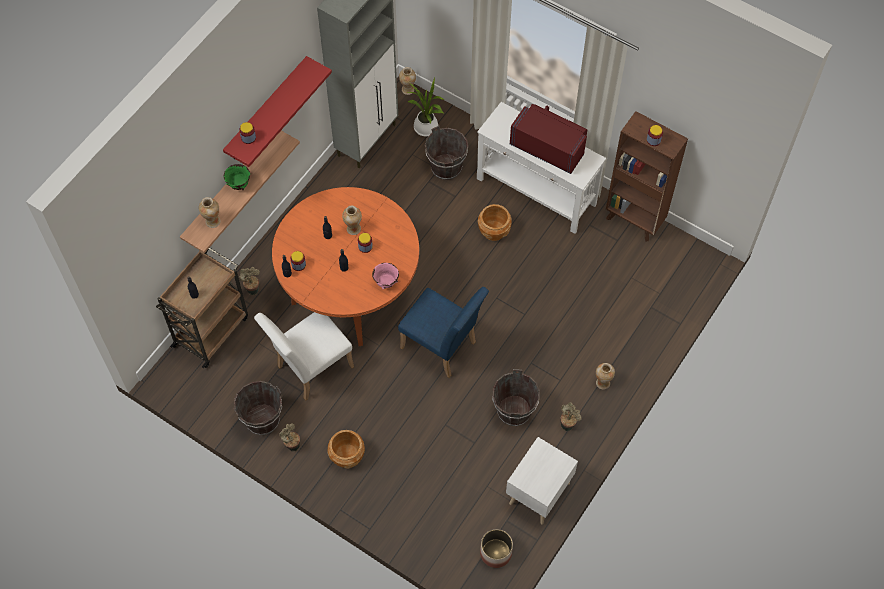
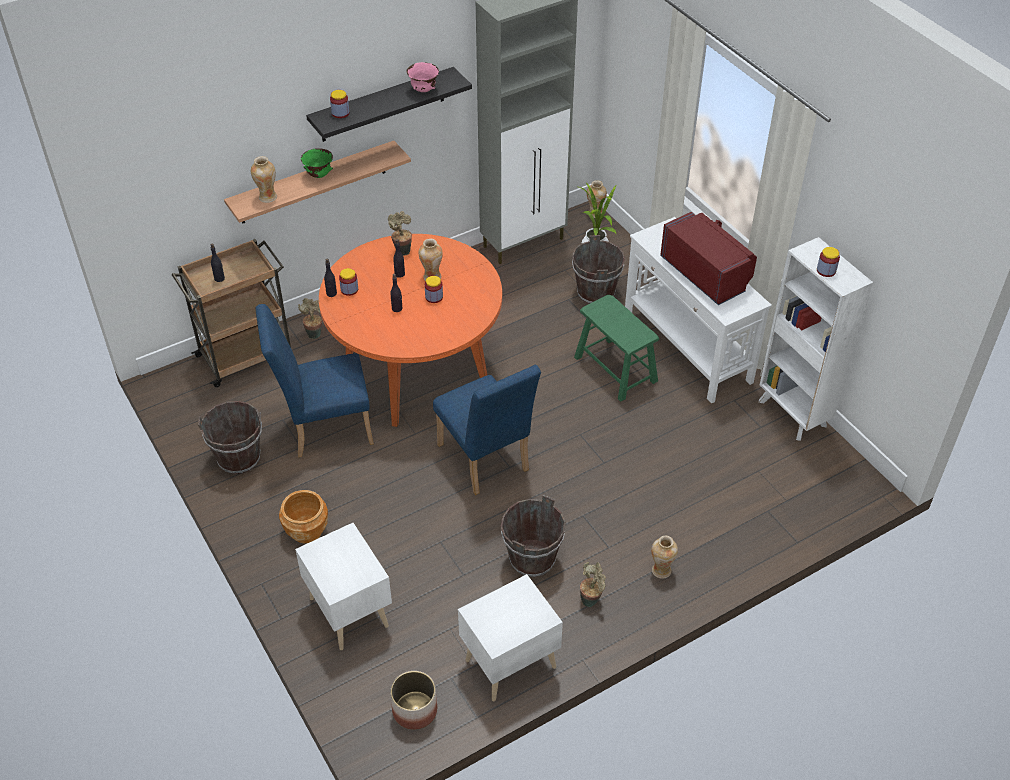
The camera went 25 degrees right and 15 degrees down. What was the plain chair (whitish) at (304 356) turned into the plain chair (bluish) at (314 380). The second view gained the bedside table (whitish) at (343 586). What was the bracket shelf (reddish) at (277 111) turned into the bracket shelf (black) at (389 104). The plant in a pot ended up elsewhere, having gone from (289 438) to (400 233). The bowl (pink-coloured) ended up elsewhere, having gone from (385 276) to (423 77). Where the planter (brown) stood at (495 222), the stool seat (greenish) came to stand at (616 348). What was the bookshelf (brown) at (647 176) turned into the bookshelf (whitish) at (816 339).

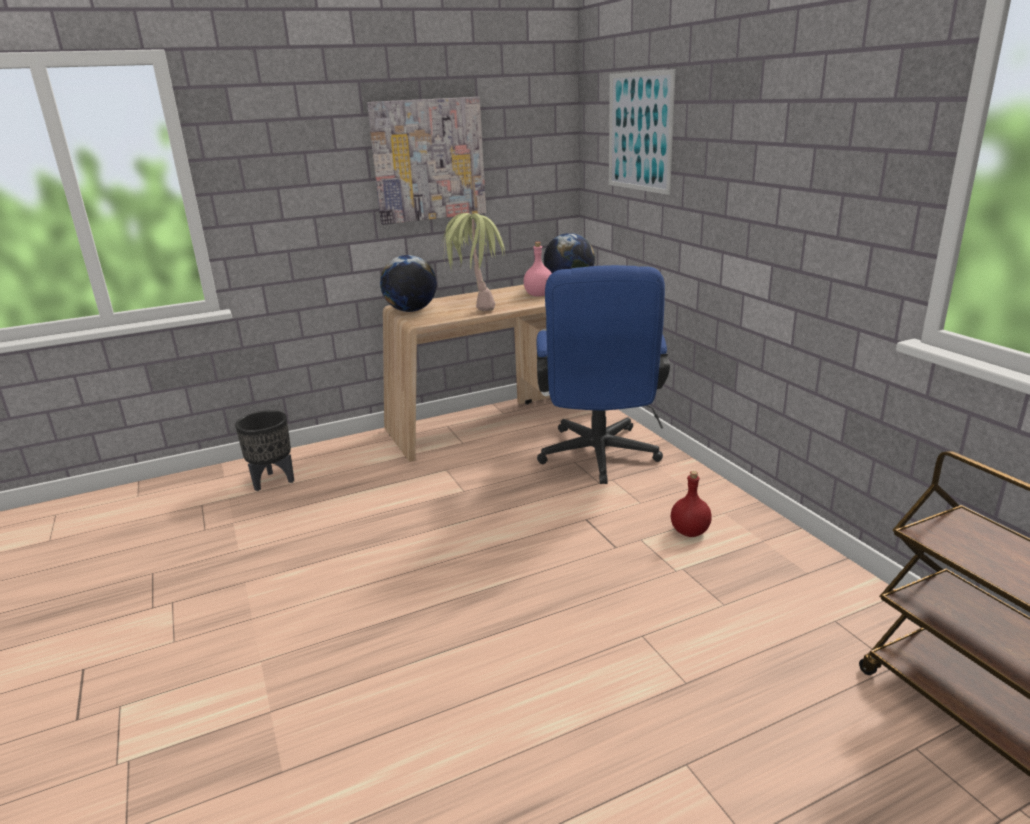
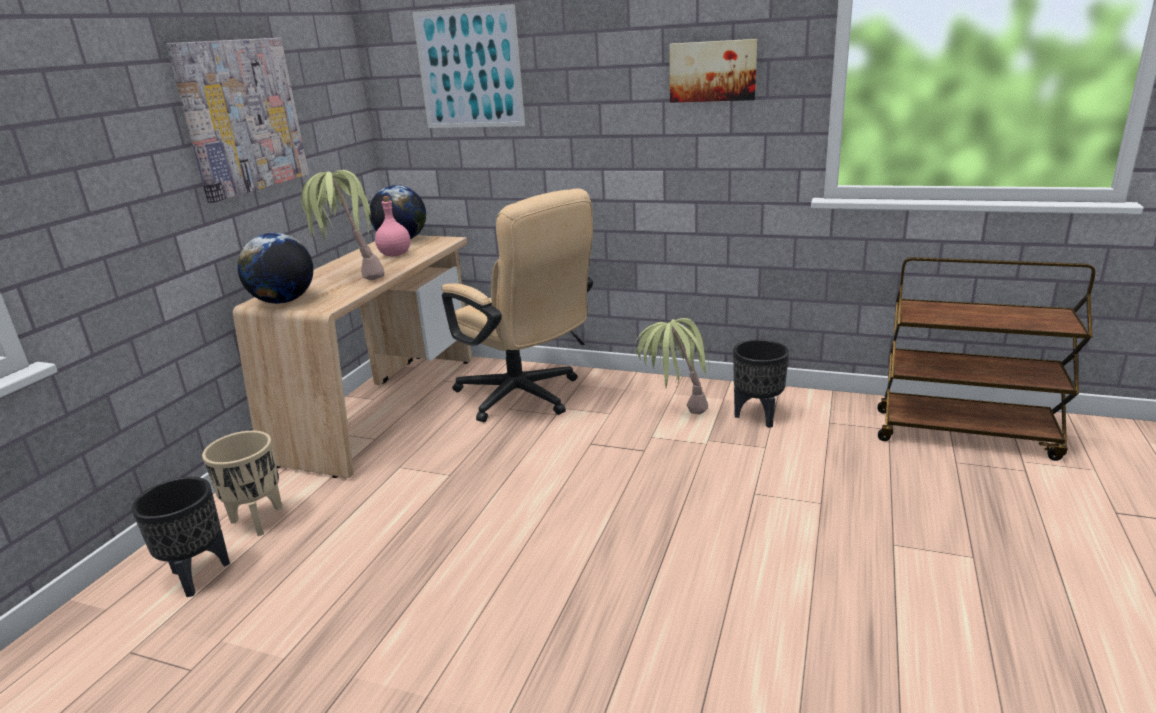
The camera went 45 degrees left and 0 degrees up. The second view gained the planter (sand-coloured) at (242 483). What was the computer chair (bluish) at (603 374) turned into the computer chair (sand-coloured) at (517 305). Where the drink bottle (reddish) stood at (691 504), the plant in a pot came to stand at (672 366). The second view gained the picture at (713 71). The second view gained the planter (black) at (761 383).

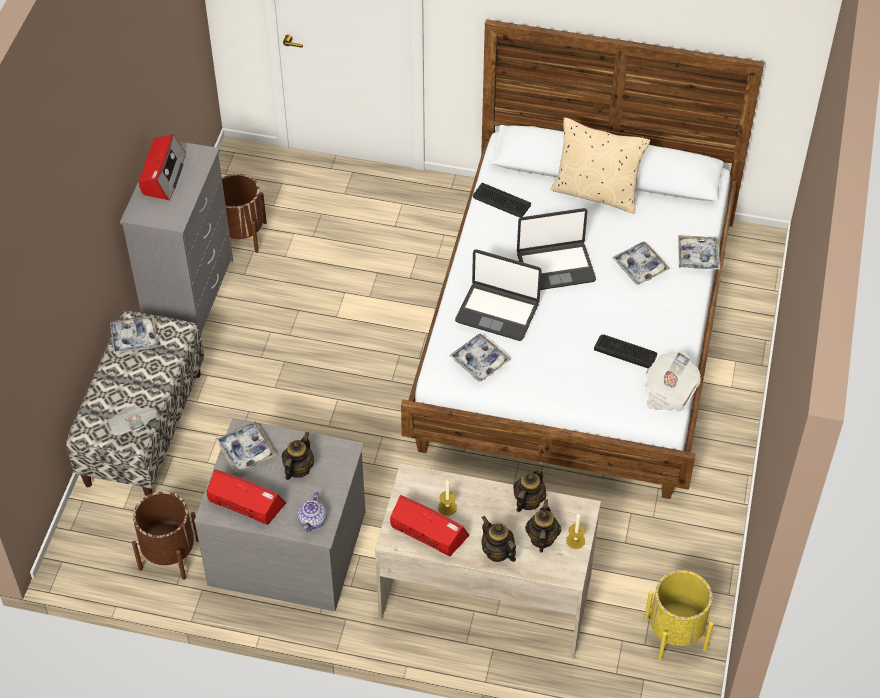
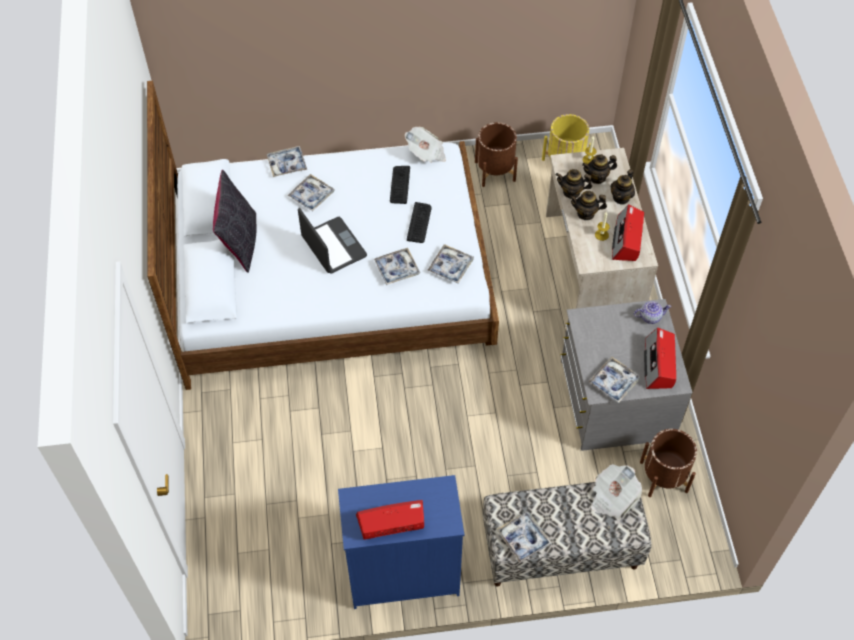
The camera went 110 degrees left and 5 degrees up. What was the cushion (sand-coloured) at (600 165) turned into the cushion (black) at (235 221). What was the chest of drawers (gray) at (176 240) turned into the chest of drawers (bluish) at (401 542). Where the laptop stood at (498 295), the tray came to stand at (397 266). The keyboard ended up elsewhere, having gone from (502 200) to (419 222). The planter (brown) ended up elsewhere, having gone from (244 213) to (496 154). The teapot ended up elsewhere, having gone from (298 456) to (588 205).

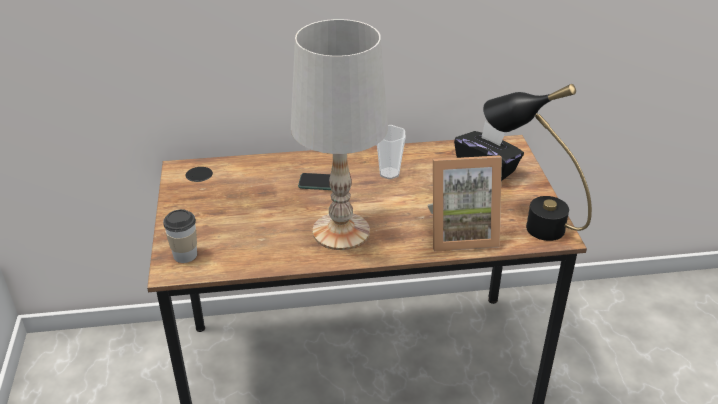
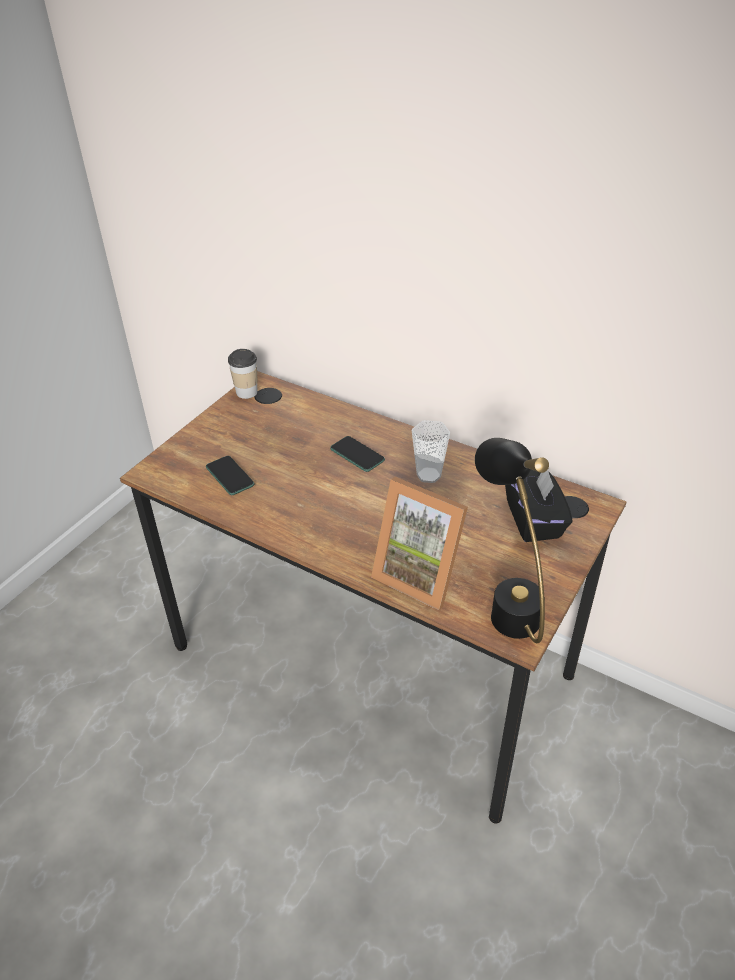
The camera went 40 degrees right and 5 degrees up. The second view gained the telephone at (230 475). The small cup ended up elsewhere, having gone from (180 236) to (243 374). The second view lost the lamp for a table (whitish) at (339 134).

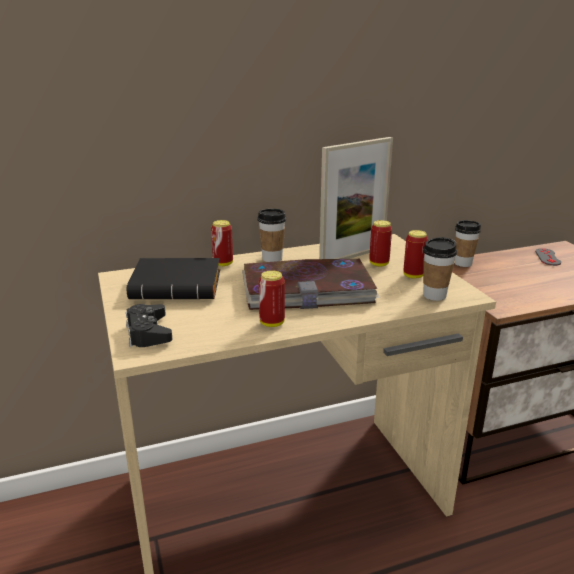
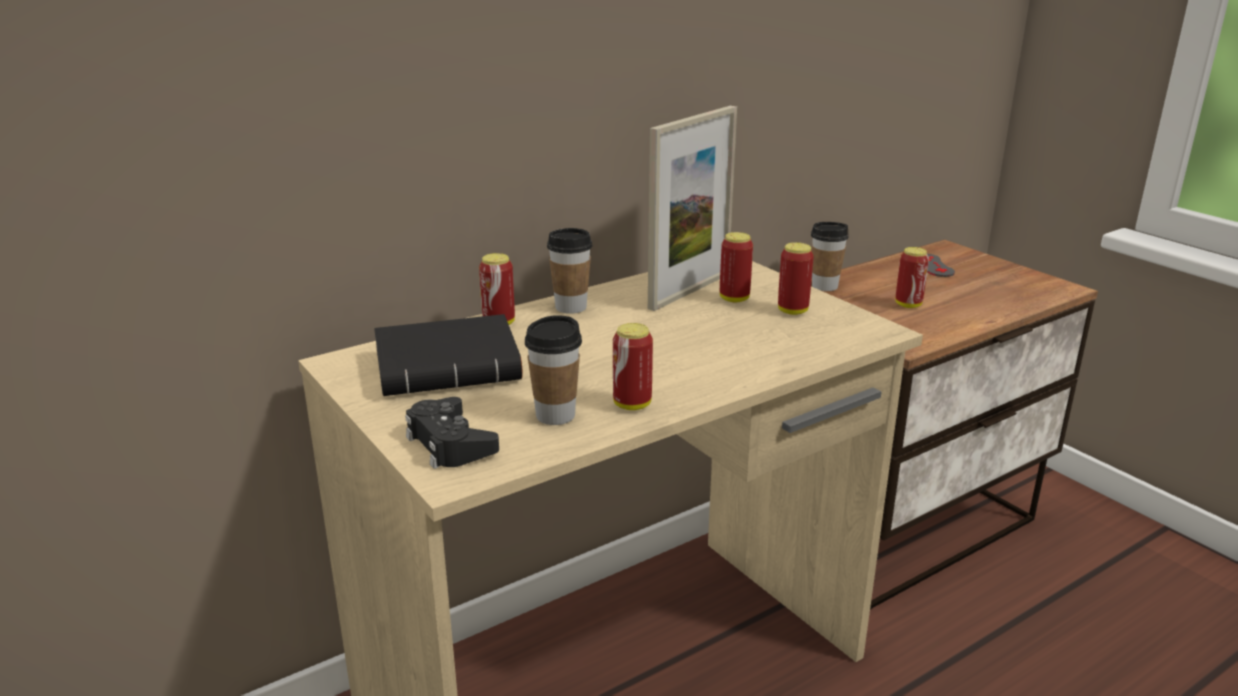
The camera went 15 degrees left and 0 degrees up. The small cup ended up elsewhere, having gone from (440 269) to (553 370). The second view gained the metal can at (912 277). The second view lost the volume at (311 284).

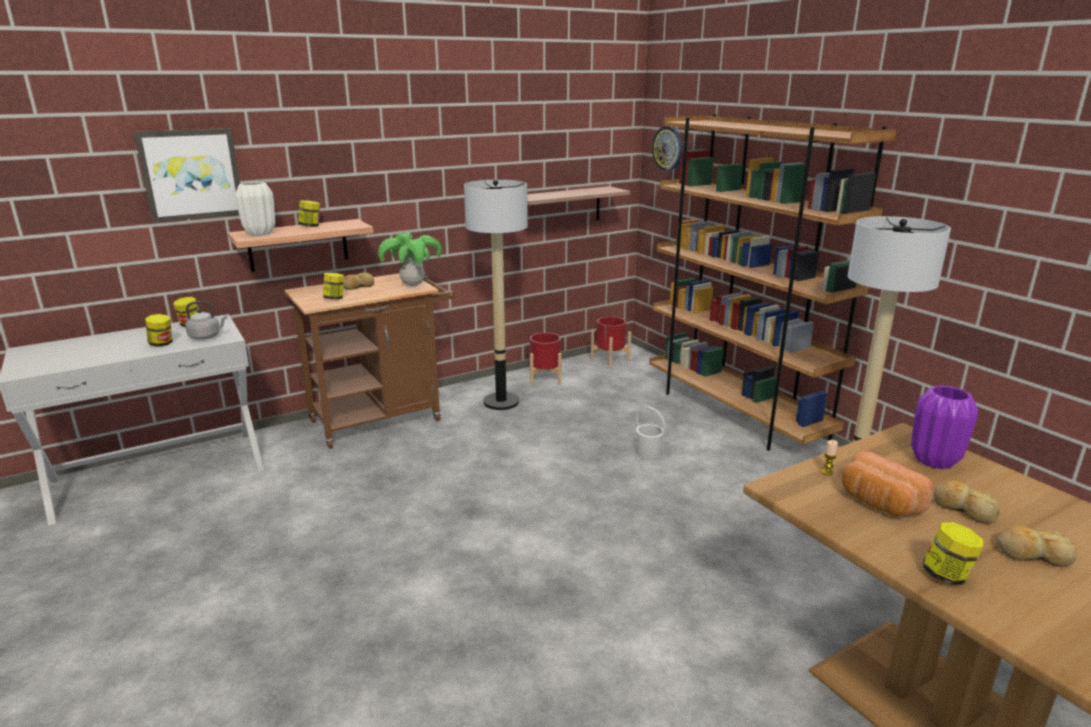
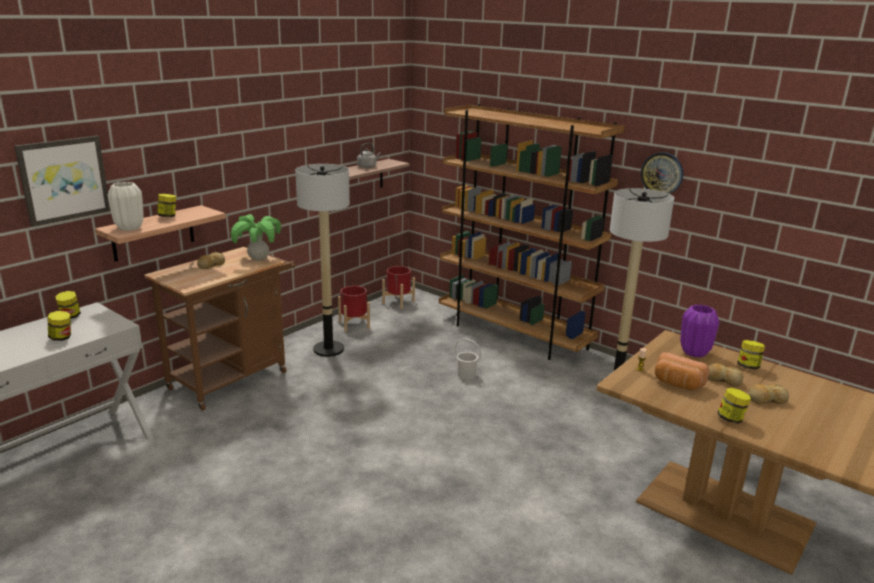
The camera went 20 degrees left and 0 degrees up. The water kettle (gray) ended up elsewhere, having gone from (206 320) to (369 155). The wall clock ended up elsewhere, having gone from (667 148) to (662 173). The storage jar ended up elsewhere, having gone from (333 286) to (751 354).

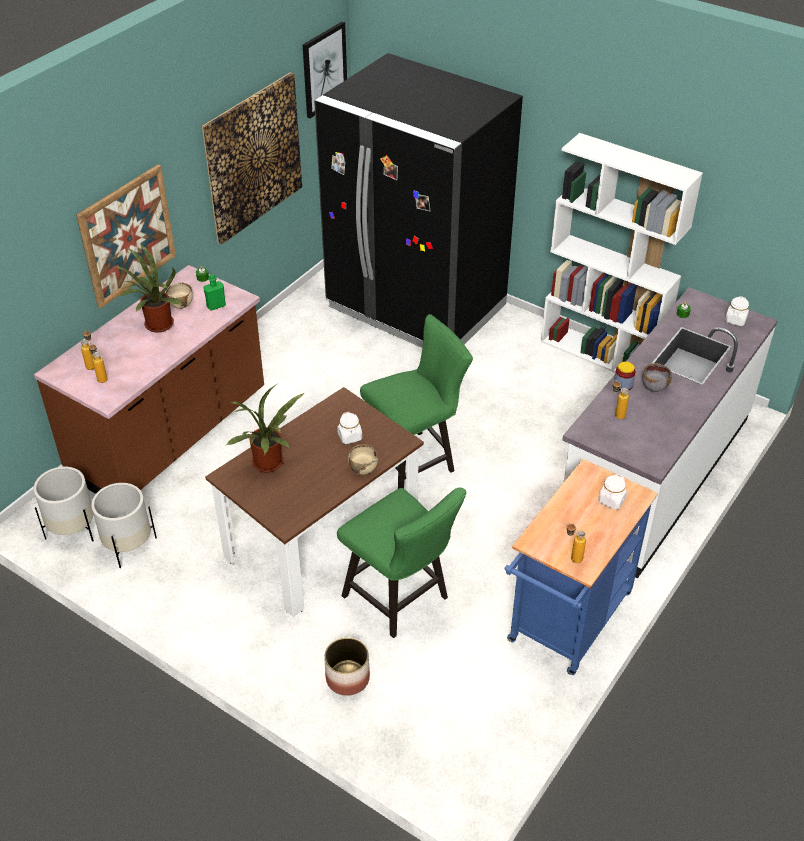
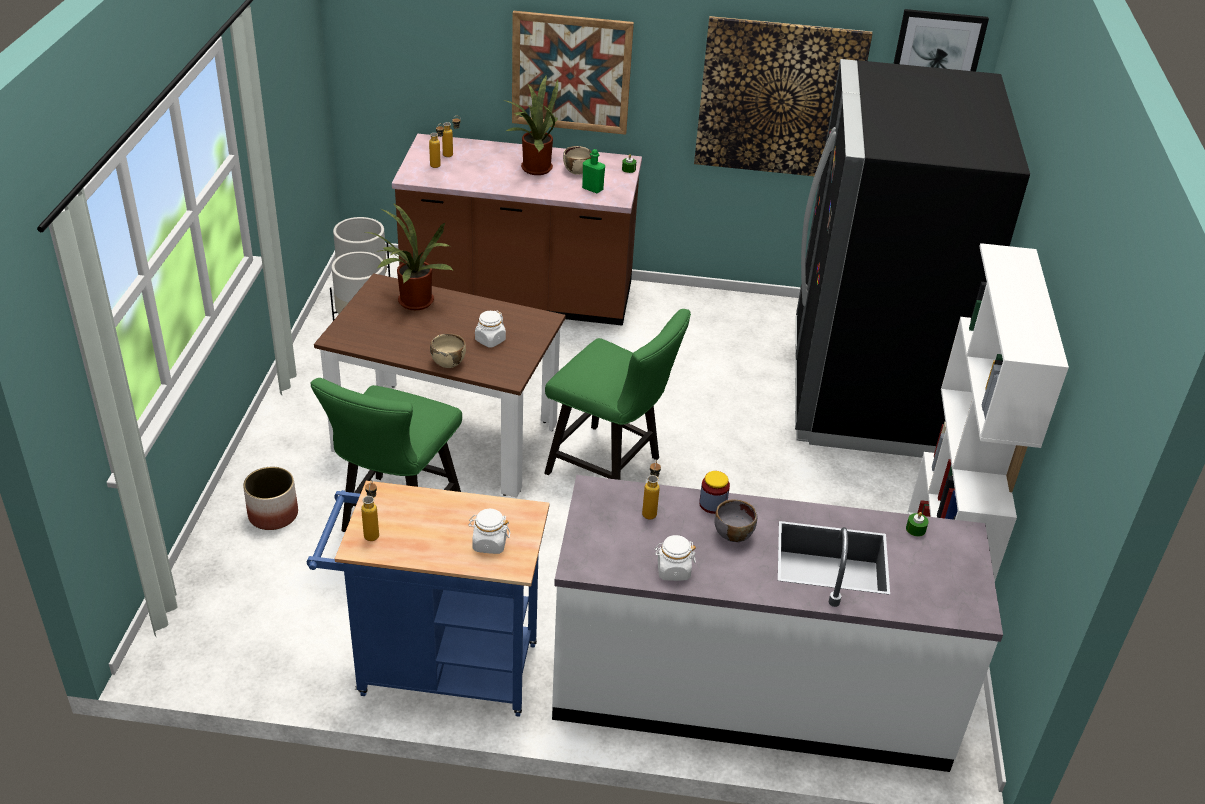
The camera went 60 degrees right and 5 degrees down. The storage jar (whitish) ended up elsewhere, having gone from (737 311) to (675 558).

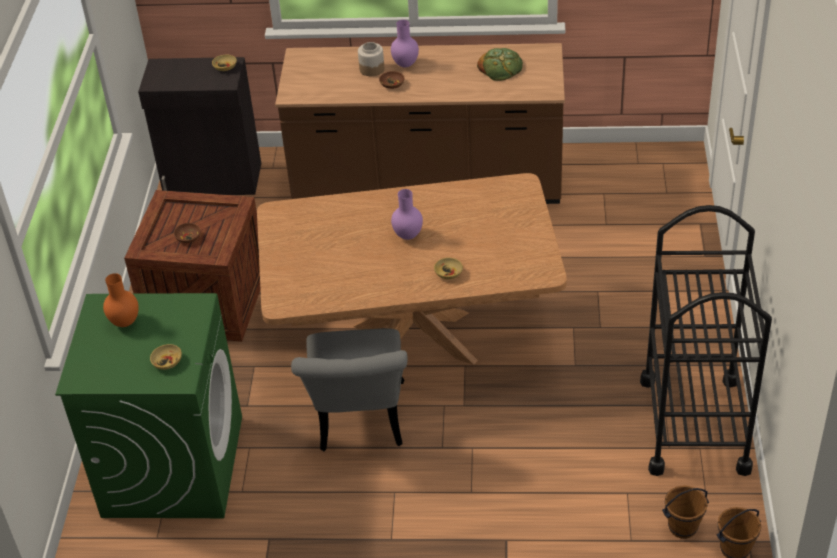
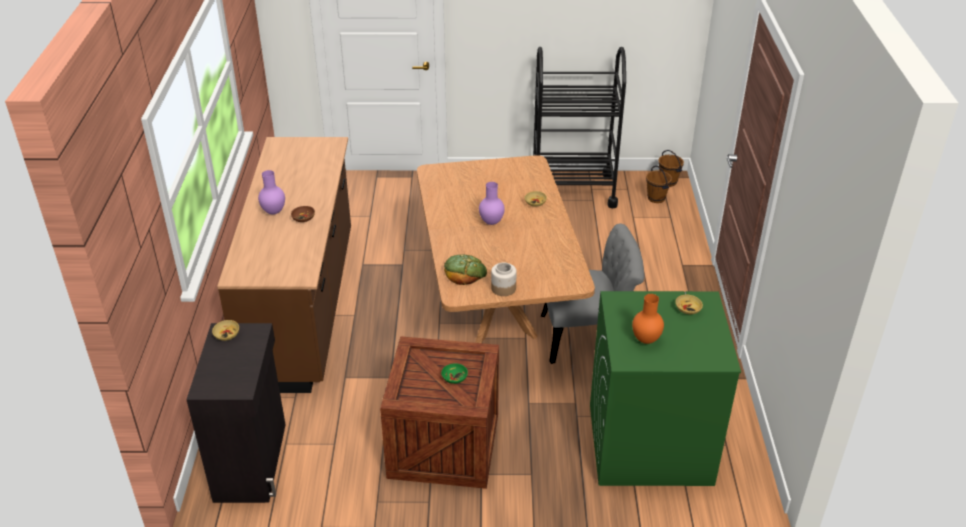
The camera went 95 degrees left and 5 degrees down. What was the bowl (brown) at (187 233) turned into the bowl (greenish) at (454 373). The baked bread ended up elsewhere, having gone from (500 64) to (465 269). The storage jar ended up elsewhere, having gone from (371 59) to (504 279).

